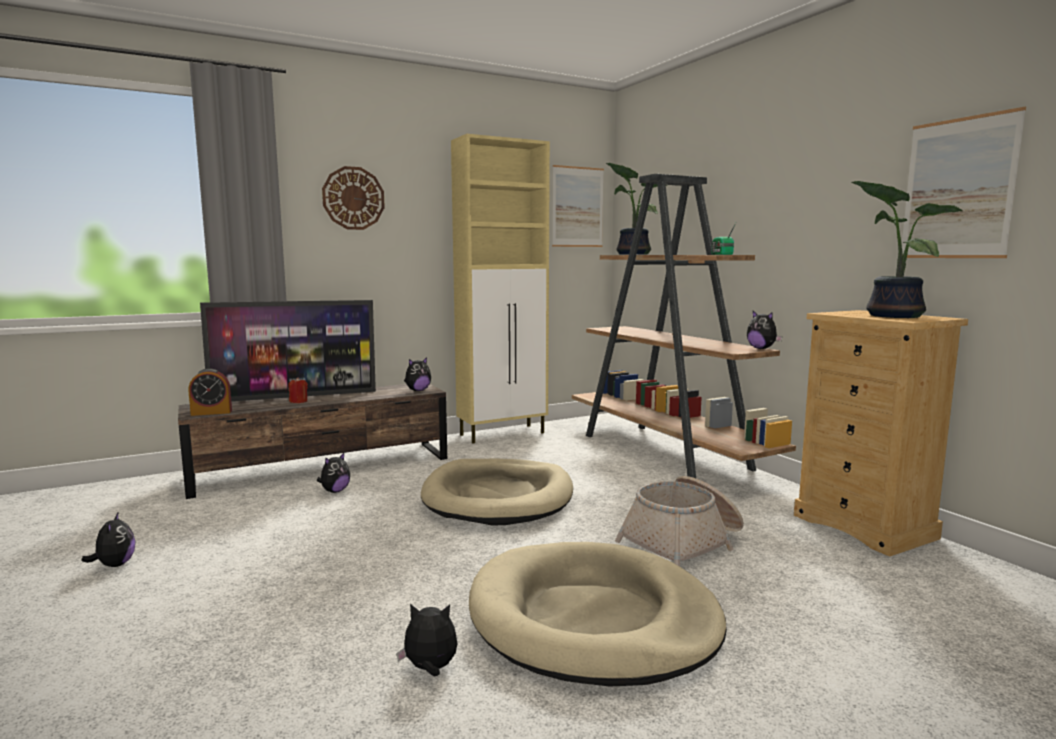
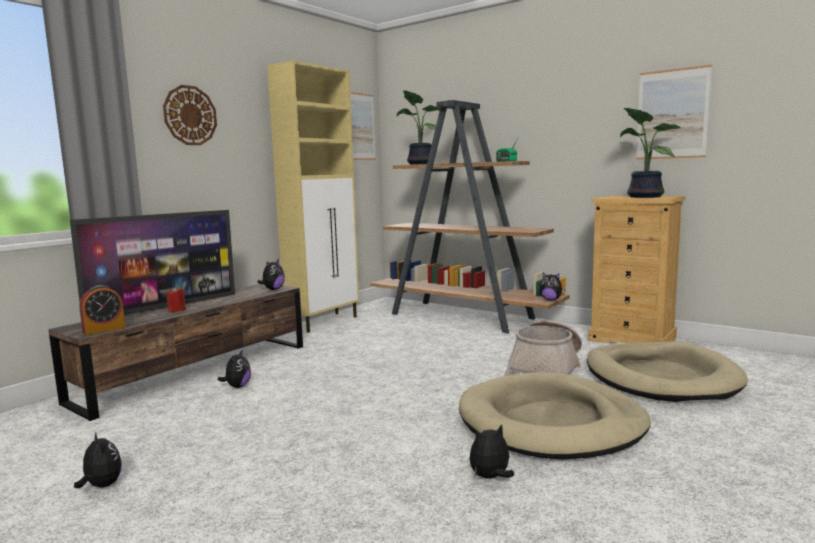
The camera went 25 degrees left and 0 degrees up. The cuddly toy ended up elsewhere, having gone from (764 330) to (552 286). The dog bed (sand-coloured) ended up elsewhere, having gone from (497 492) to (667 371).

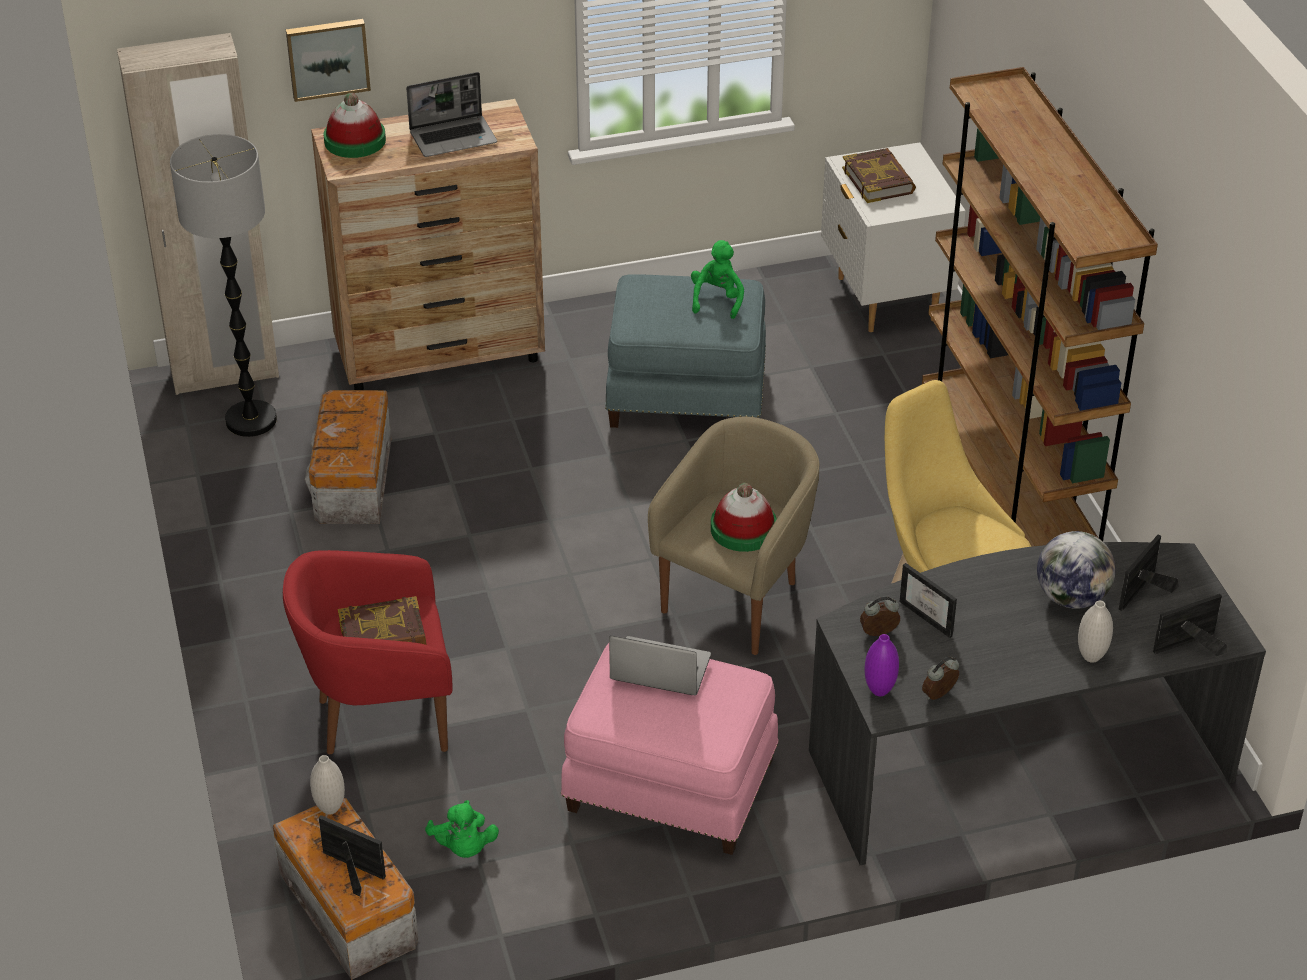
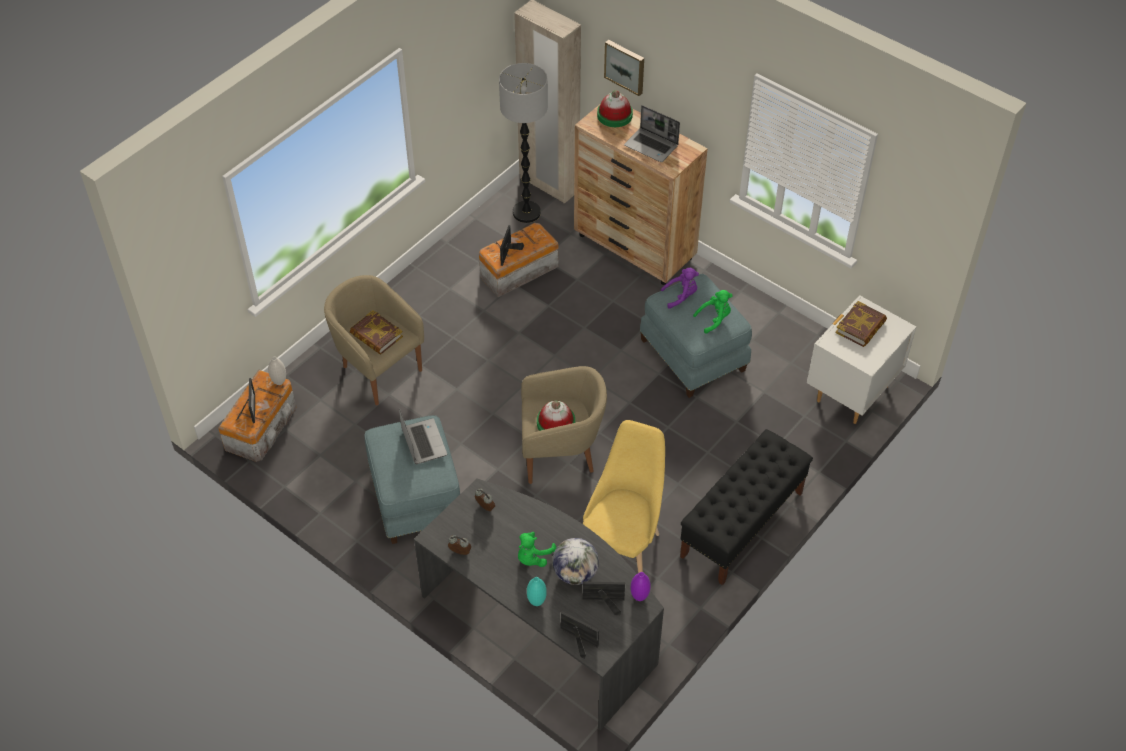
The camera went 55 degrees right and 10 degrees up. What was the easy chair (reddish) at (367 652) turned into the easy chair (sand-coloured) at (374 340). What was the pouffe (pink-coloured) at (670 749) turned into the pouffe (bluish) at (412 479). The picture frame ended up elsewhere, having gone from (928 600) to (512 245). The cuddly toy (greenish) ended up elsewhere, having gone from (462 829) to (537 549). What was the decorative vase (whitish) at (1095 632) turned into the decorative vase (turquoise-coloured) at (537 591). The decorative vase (purplish) ended up elsewhere, having gone from (882 665) to (641 586). The second view gained the cuddly toy (purplish) at (680 288). Where the bookshelf (brown) stood at (1040 307), the bench (black) came to stand at (746 507).

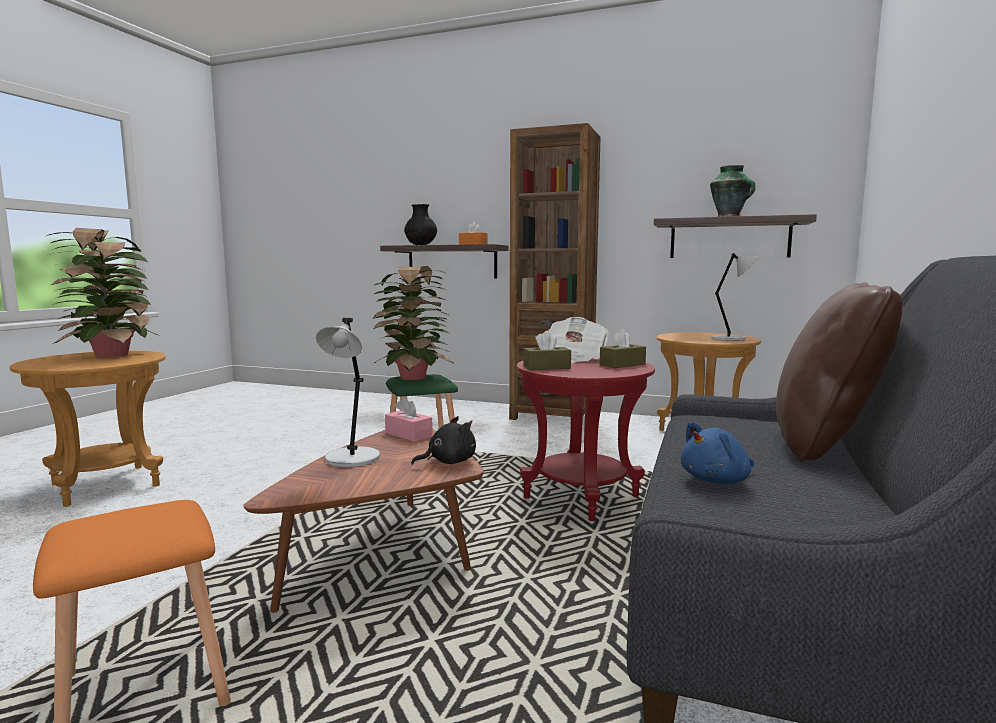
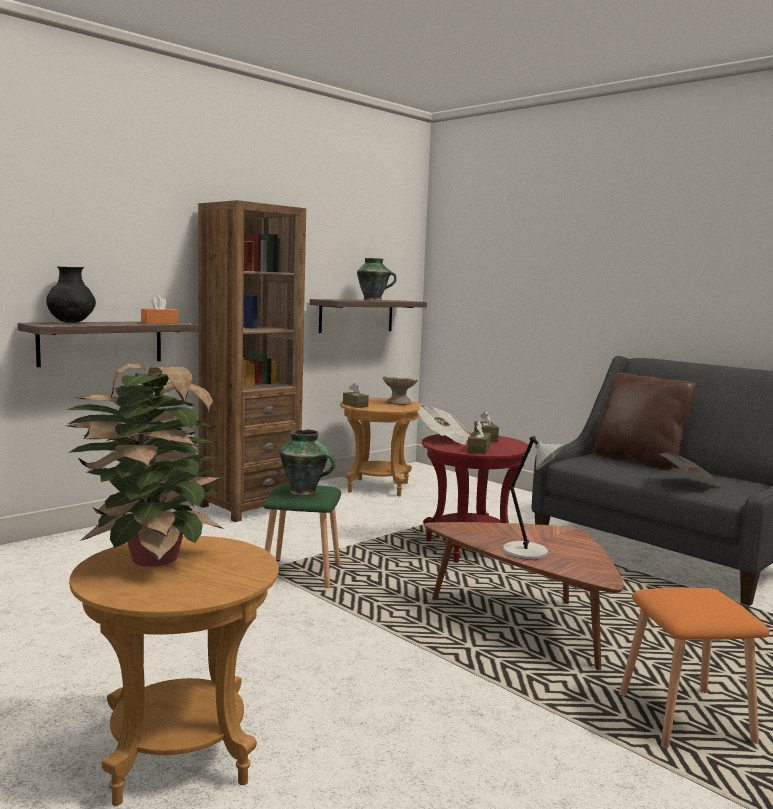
The camera went 65 degrees left and 0 degrees up. Where the plant in a pot stood at (413 323), the decorative vase came to stand at (307 462). The second view gained the tissue holder (brown) at (356 395). Where the lamp for a table (gray) stood at (734 297), the bowl (sand-coloured) came to stand at (400 390). Where the cuddly toy (bluish) stood at (717 453), the daily paper came to stand at (691 468). The second view lost the tissue holder (pink-coloured) at (409 419). The second view lost the cuddly toy (black) at (443 440).

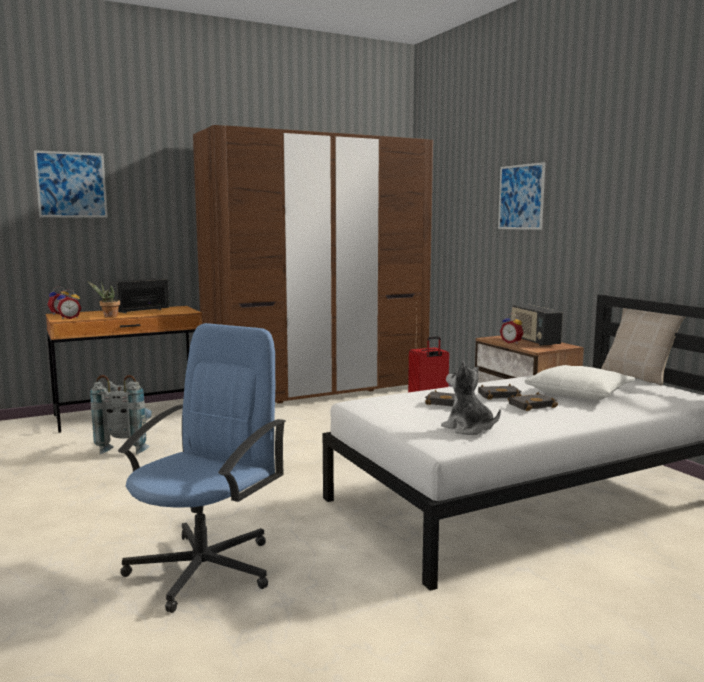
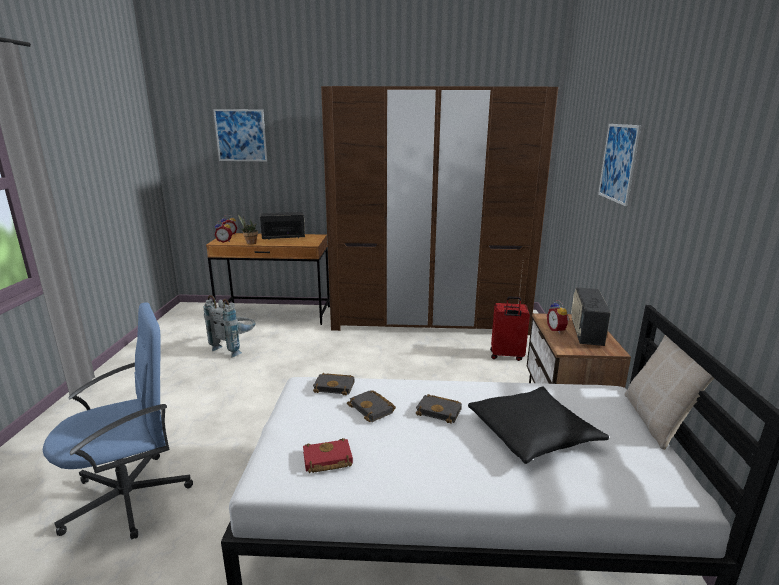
The camera went 30 degrees right and 10 degrees up. Where the cuddly toy stood at (471 398), the volume (reddish) came to stand at (328 455). The volume (black) ended up elsewhere, having gone from (533 401) to (333 384). What was the cushion (whitish) at (580 382) turned into the cushion (black) at (538 425).

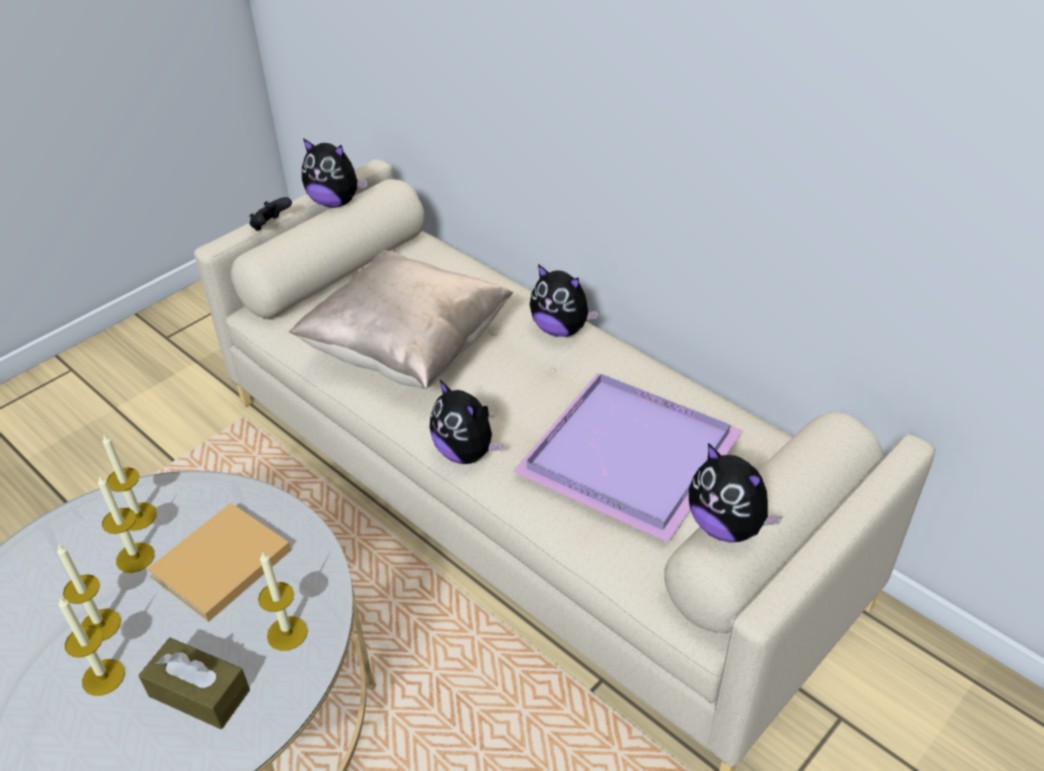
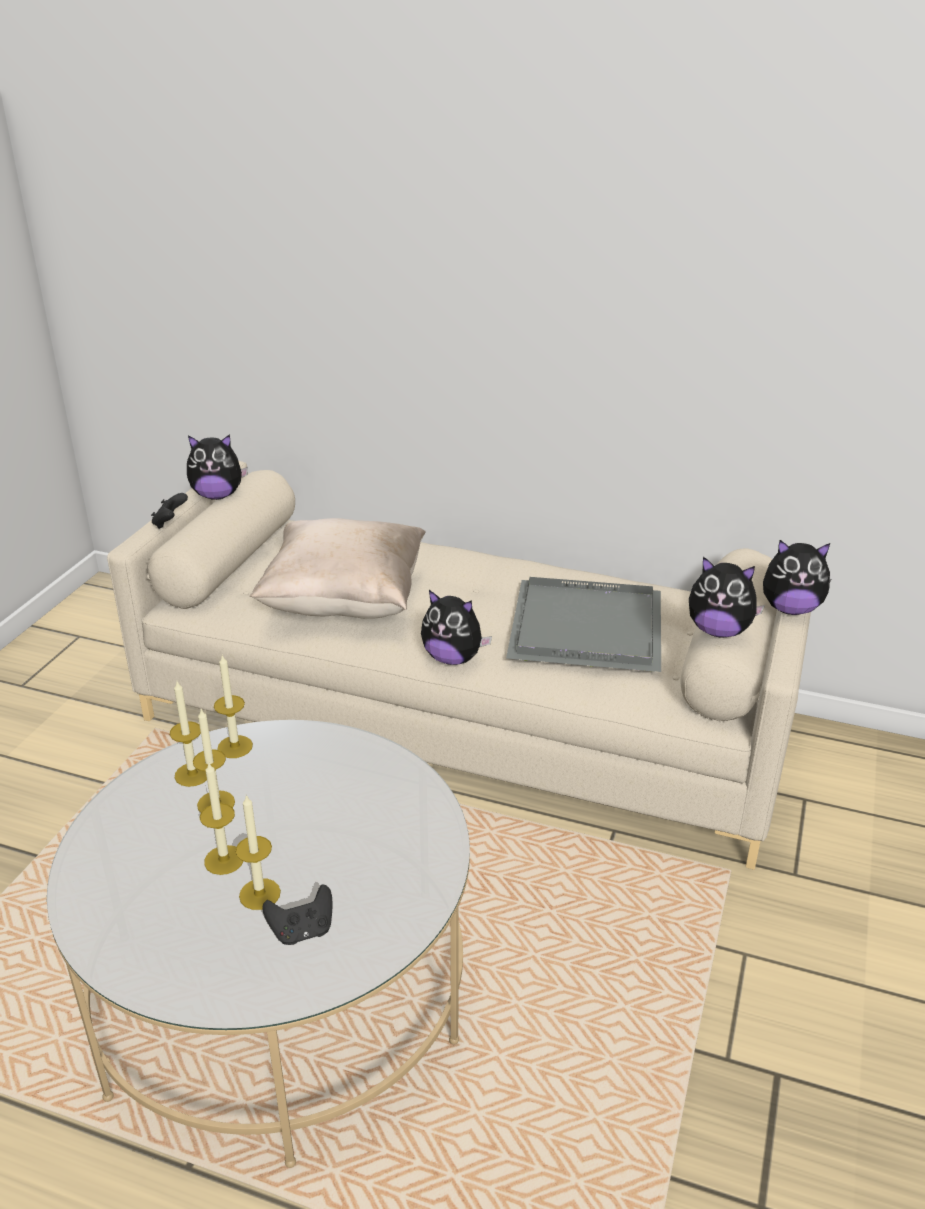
The camera went 25 degrees left and 10 degrees down. The wax candle ended up elsewhere, having gone from (283 601) to (233 706). The second view gained the gamepad (black) at (297 914). What was the tray (purplish) at (628 457) turned into the tray (gray) at (583 624). The cuddly toy ended up elsewhere, having gone from (564 300) to (797 577). The second view lost the tissue holder (brown) at (194 683). The second view lost the volume (sand-coloured) at (219 562).

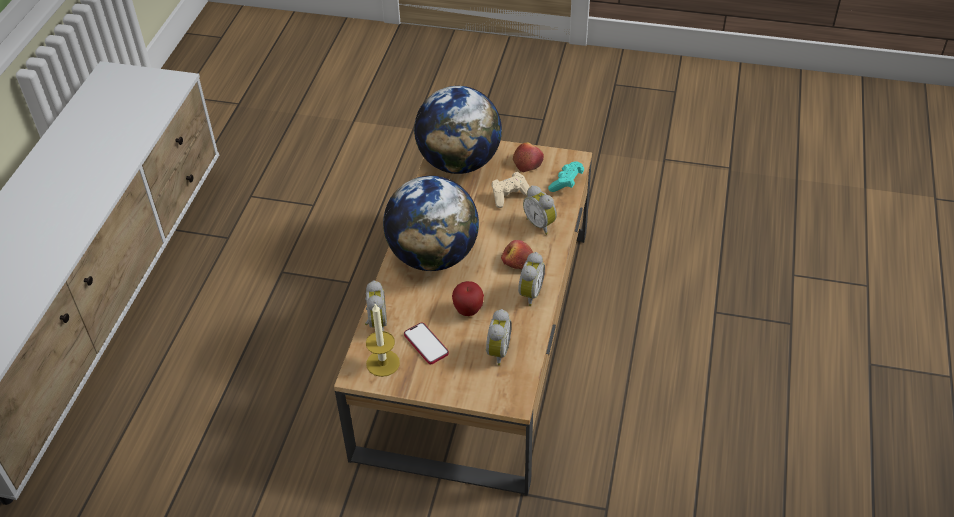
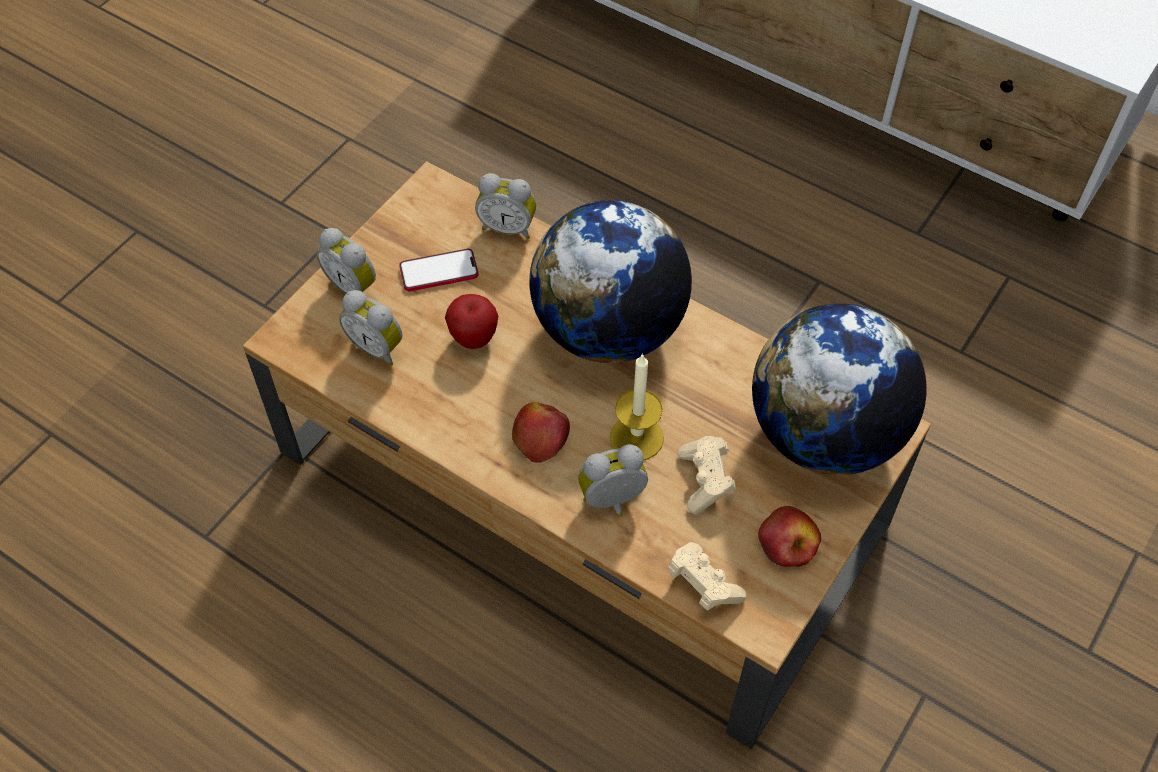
The camera went 110 degrees right and 10 degrees up. The bedside clock ended up elsewhere, having gone from (531 279) to (346 261). The wax candle ended up elsewhere, having gone from (383 340) to (637 406). What was the gamepad (turquoise-coloured) at (566 176) turned into the gamepad (sand-coloured) at (706 576).

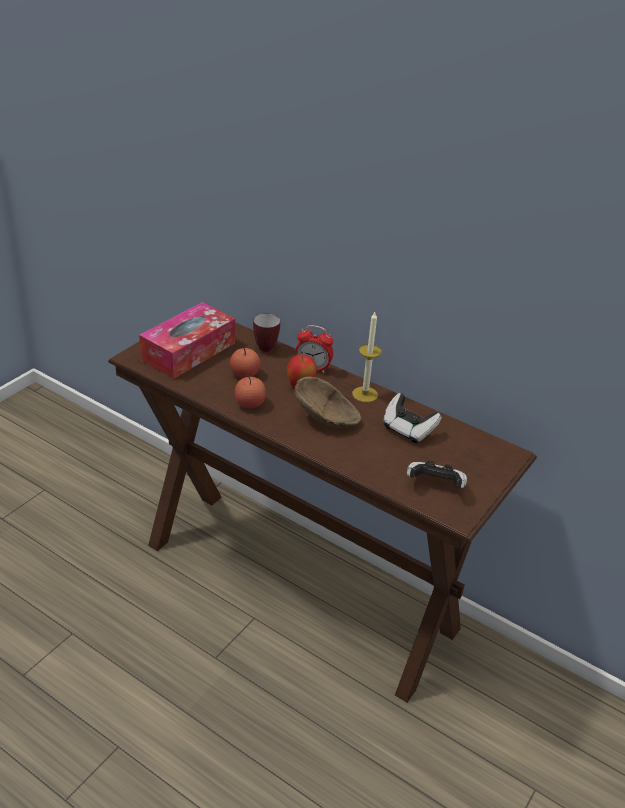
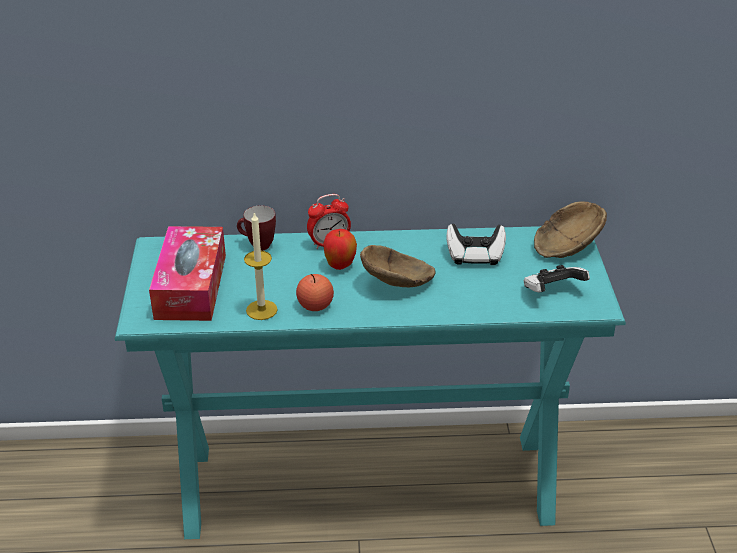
The camera went 35 degrees left and 0 degrees up. What was the console table (brown) at (322 512) turned into the console table (turquoise-coloured) at (370 382). The wax candle ended up elsewhere, having gone from (367 357) to (261 266). The second view gained the bowl (brown) at (570 230). The second view lost the apple fruit at (245 362).

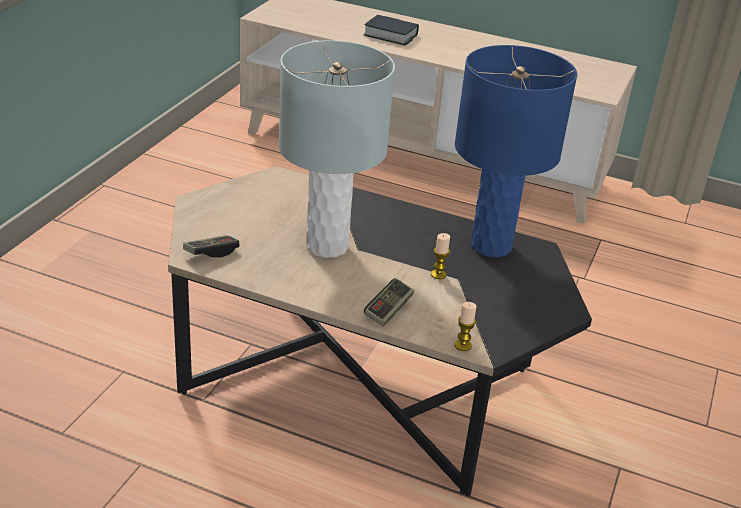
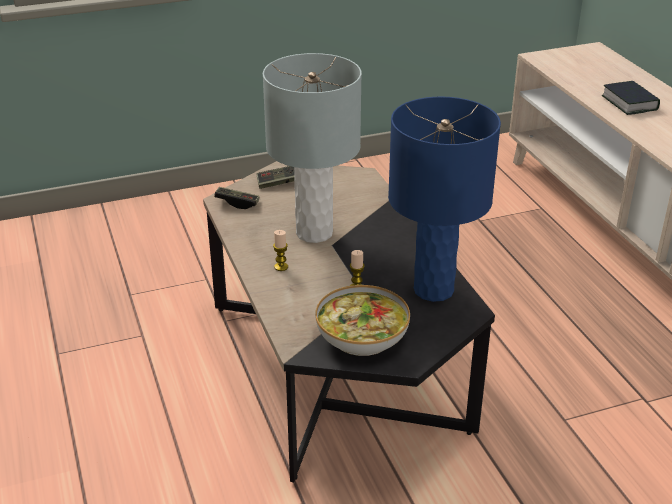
The camera went 50 degrees right and 0 degrees up. The gamepad ended up elsewhere, having gone from (389 302) to (276 177). The wax candle ended up elsewhere, having gone from (465 326) to (280 250). The second view gained the bowl at (362 320).

